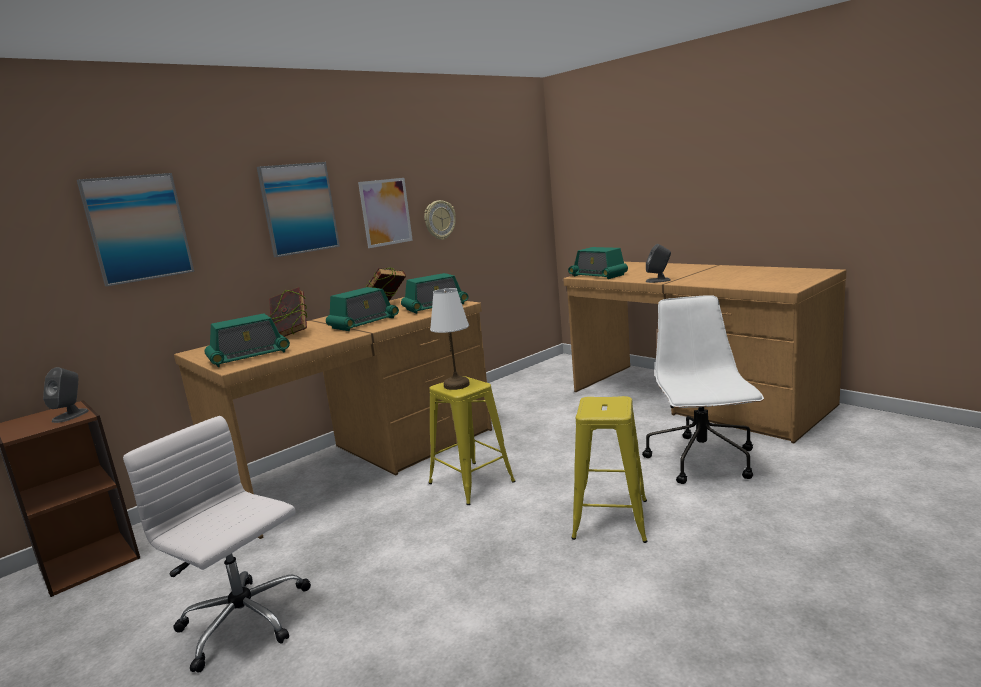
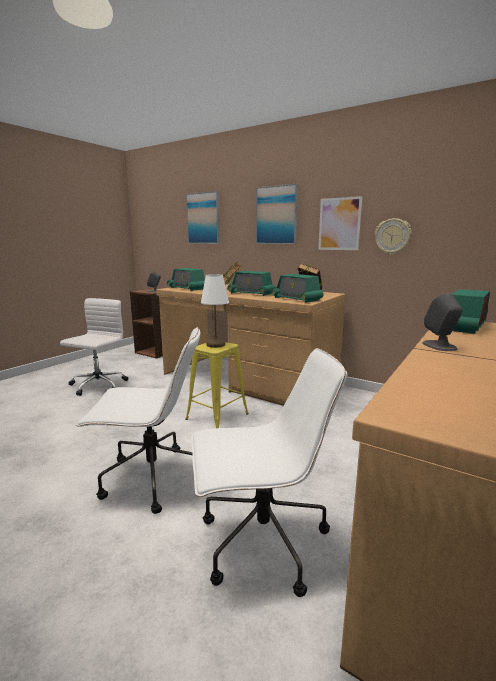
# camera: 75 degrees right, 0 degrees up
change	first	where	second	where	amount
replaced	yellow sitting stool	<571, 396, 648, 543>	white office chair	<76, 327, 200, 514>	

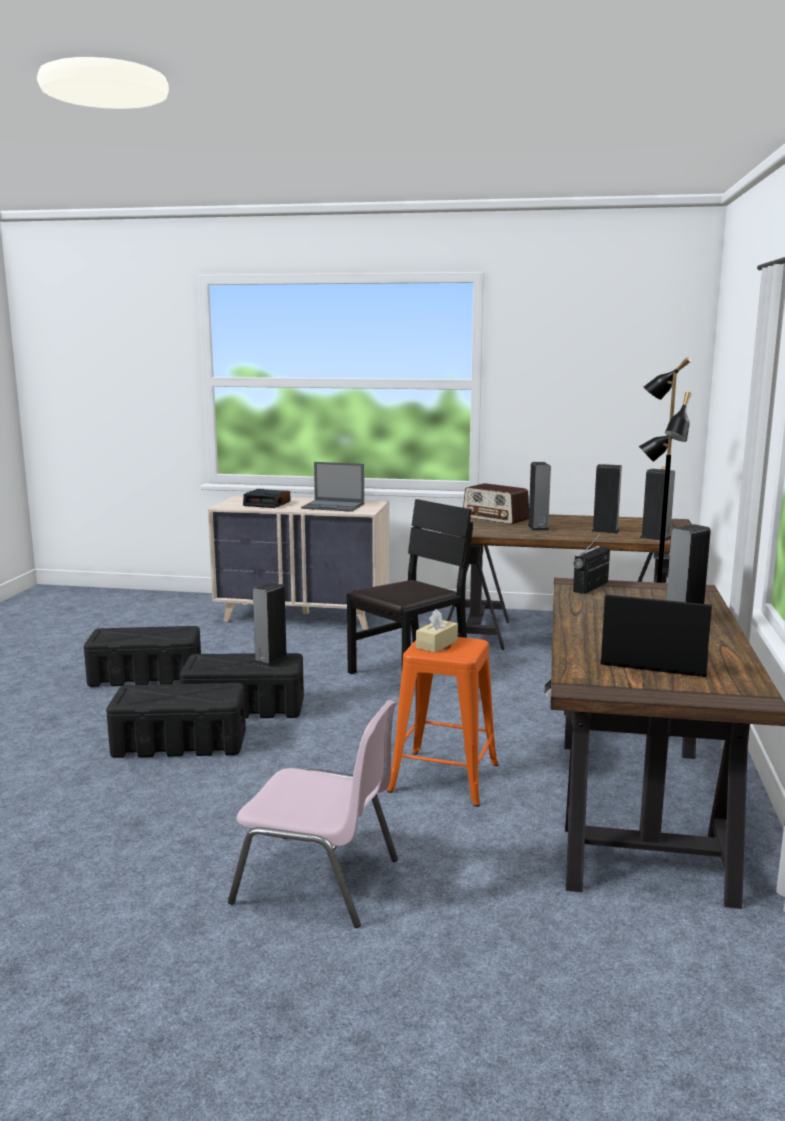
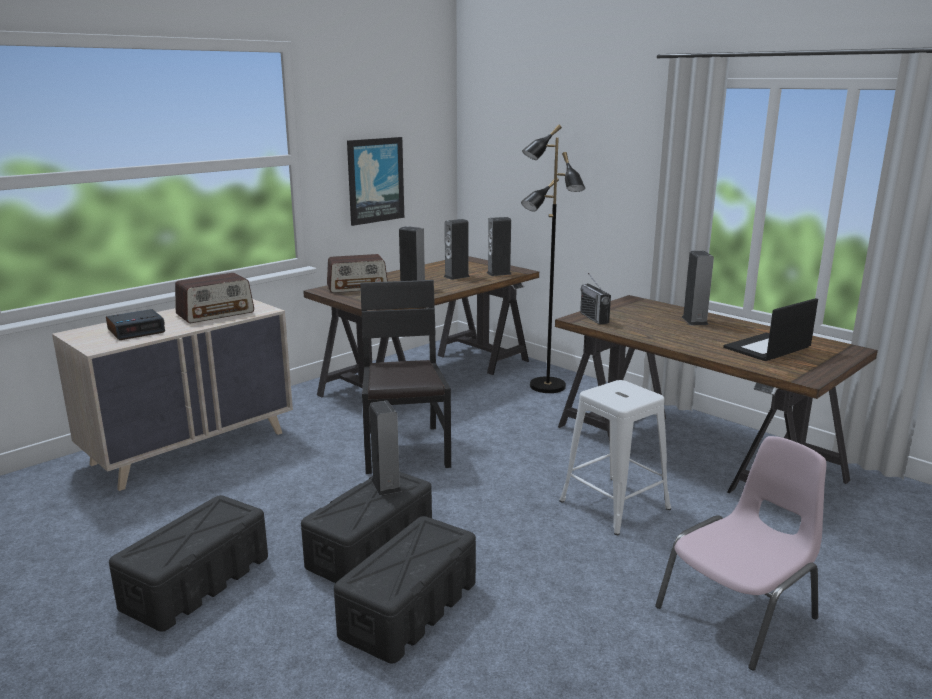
# camera: 55 degrees left, 5 degrees up
change	first	where	second	where	amount
replaced	portable computer	<301, 462, 364, 512>	radio	<175, 273, 254, 323>	
added			picture	<347, 137, 404, 226>	
recoloured	orange sitting stool	<387, 637, 498, 807>	white sitting stool	<559, 380, 671, 535>	
removed	beige tissue holder	<416, 609, 458, 653>			

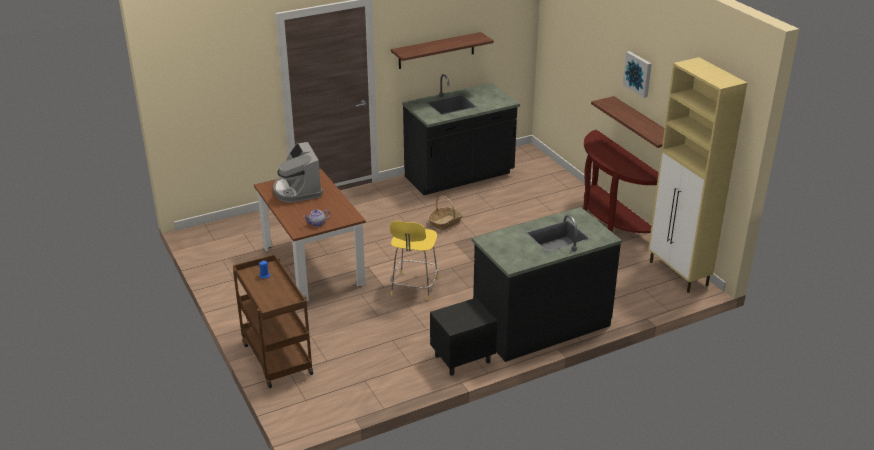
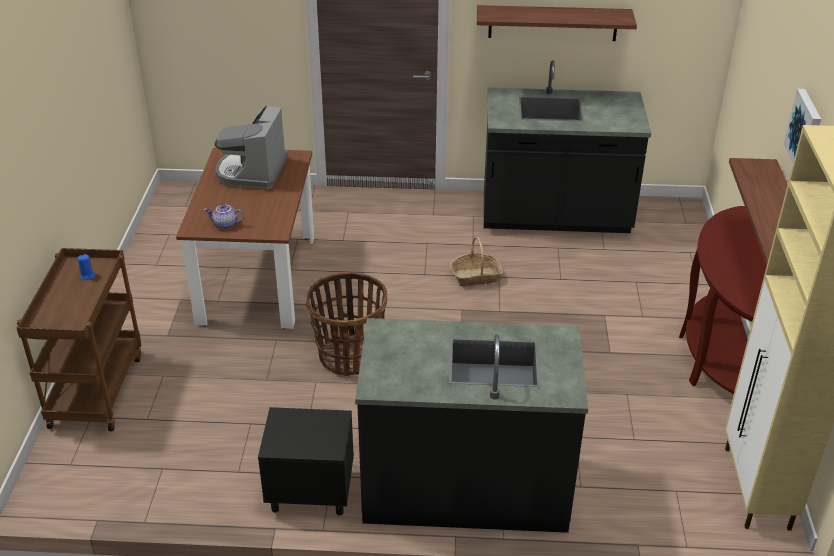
# camera: 30 degrees right, 5 degrees up
change	first	where	second	where	amount
replaced	yellow sitting stool	<390, 221, 438, 300>	basket	<306, 272, 387, 376>	

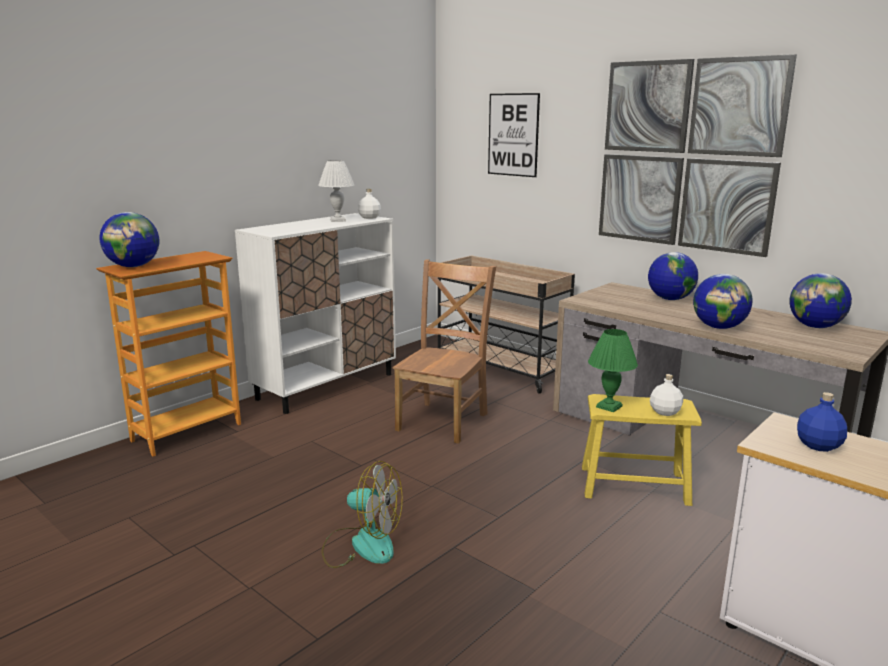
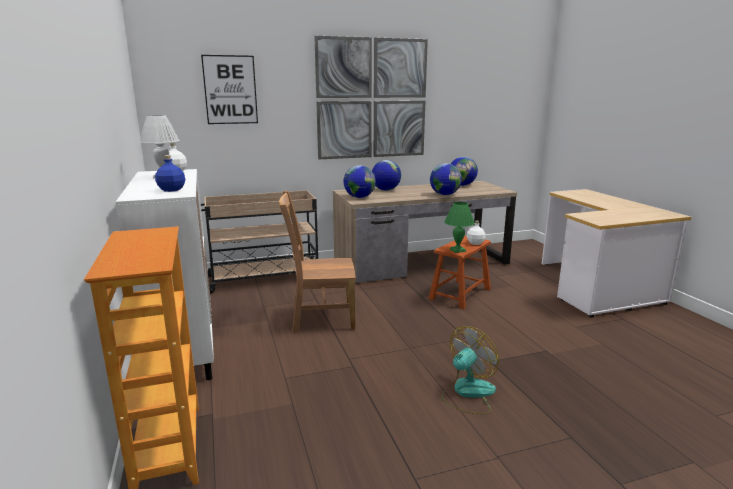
# camera: 60 degrees left, 0 degrees up
change	first	where	second	where	amount
moved	blue bottle	<797, 392, 847, 452>		<155, 155, 185, 192>	
turned	brown-coloured upright chair	<393, 259, 496, 444>		<279, 191, 356, 333>	60 degrees counterclockwise
moved	desk globe	<99, 212, 159, 267>		<343, 165, 376, 198>	
recoloured	yellow sitting stool	<582, 394, 702, 506>	brown-coloured sitting stool	<428, 236, 491, 309>	

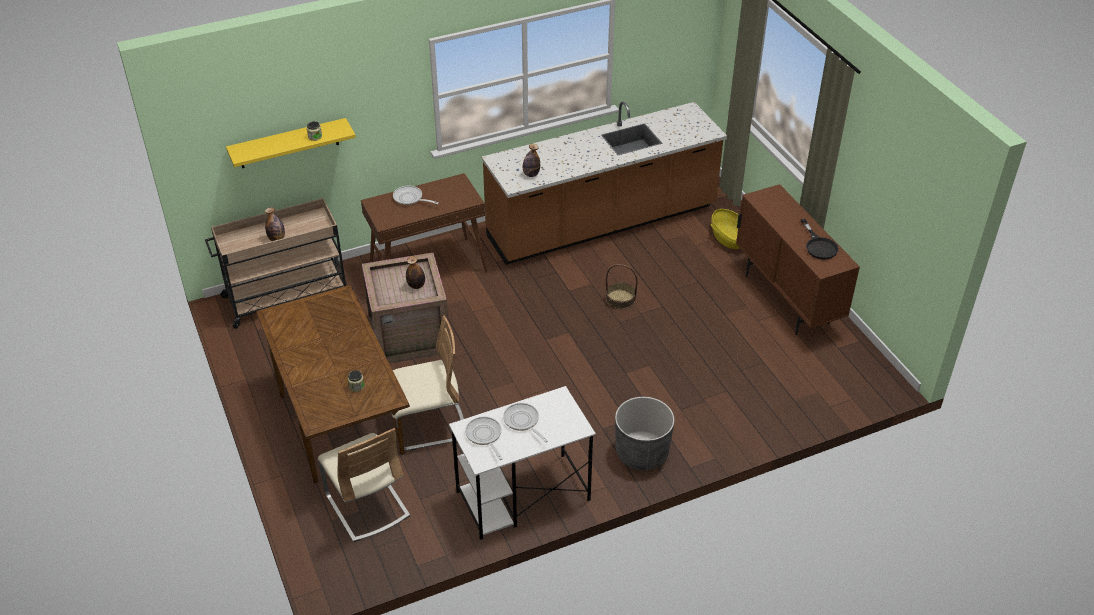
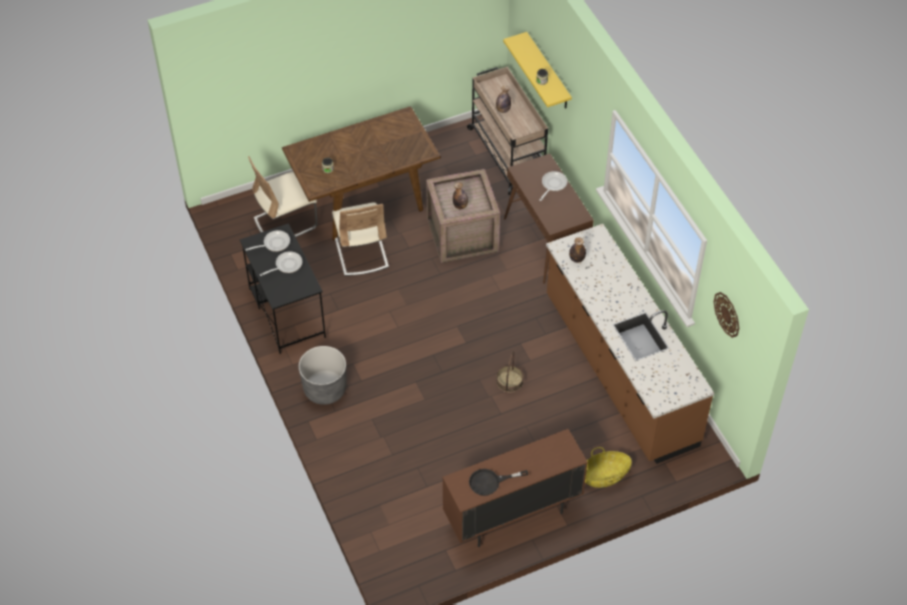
# camera: 90 degrees right, 10 degrees up
change	first	where	second	where	amount
recoloured	white desk unit	<449, 386, 596, 540>	blackish desk unit	<240, 223, 326, 354>	
added			hanging clock	<714, 292, 739, 338>	

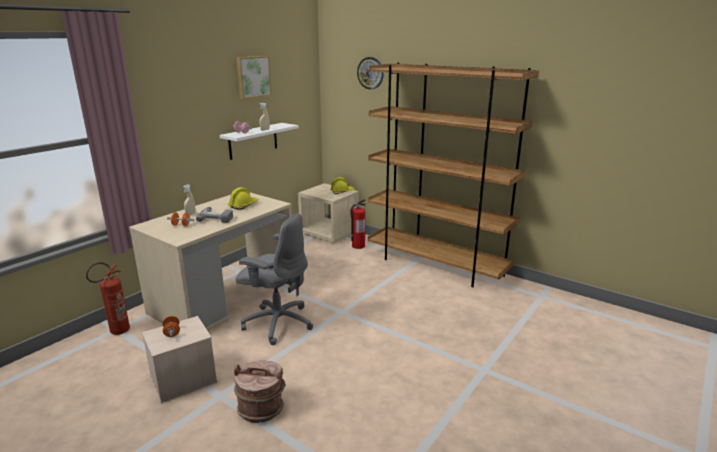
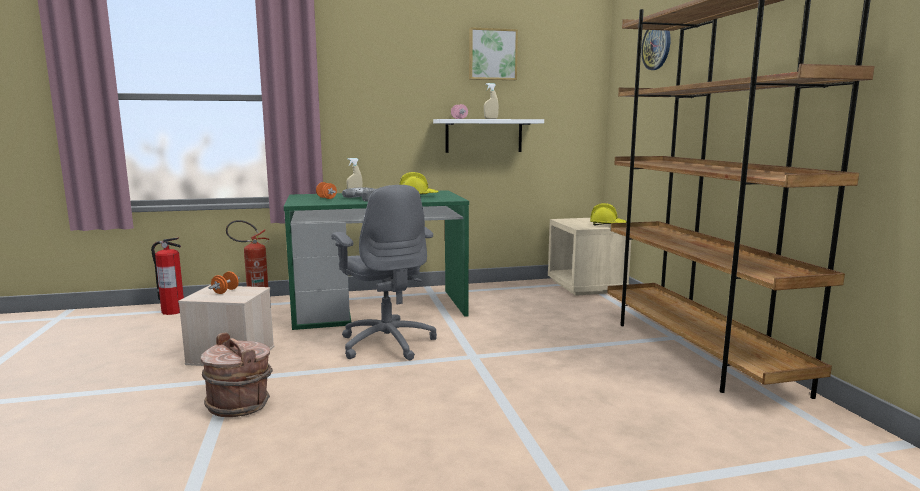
# camera: 40 degrees right, 10 degrees down
change	first	where	second	where	amount
moved	fire-fighting cylinder	<350, 199, 366, 249>		<151, 237, 184, 315>	
recoloured	beige desk unit	<129, 192, 292, 331>	greenish desk unit	<284, 190, 469, 330>	

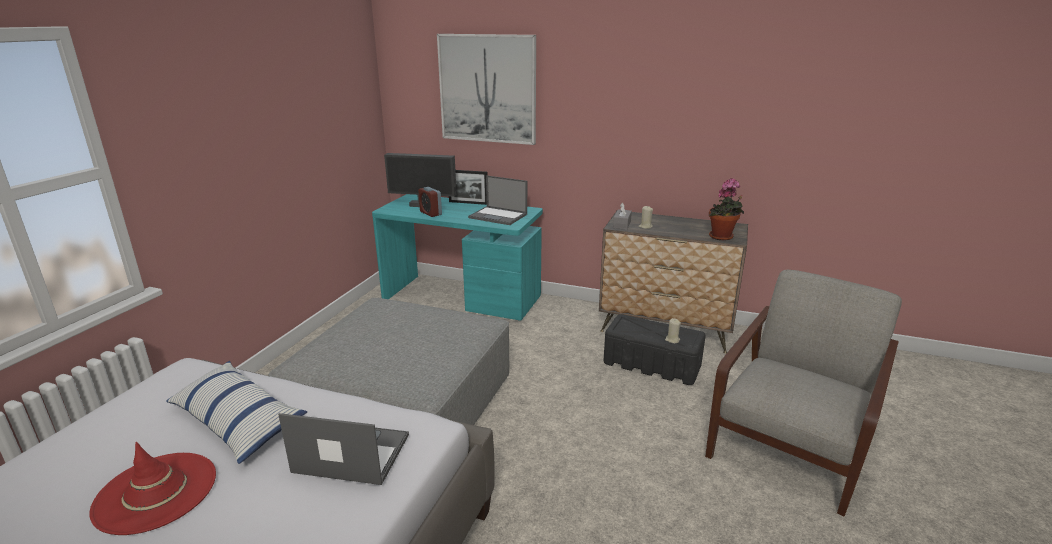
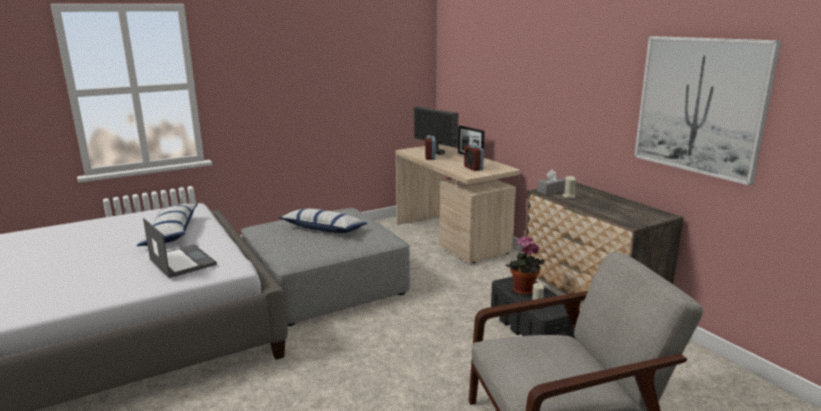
# camera: 40 degrees right, 5 degrees down
change	first	where	second	where	amount
added			pillow	<279, 208, 367, 233>	
recoloured	turquoise desk unit	<372, 194, 543, 320>	beige desk unit	<396, 144, 520, 263>	
replaced	portable computer	<468, 175, 527, 225>	alarm clock	<464, 144, 484, 171>	
moved	plant in a pot	<709, 178, 744, 241>		<506, 236, 545, 295>	
moved	picture	<437, 34, 536, 145>		<634, 36, 781, 185>	
removed	reddish clothing hat	<89, 442, 216, 535>			

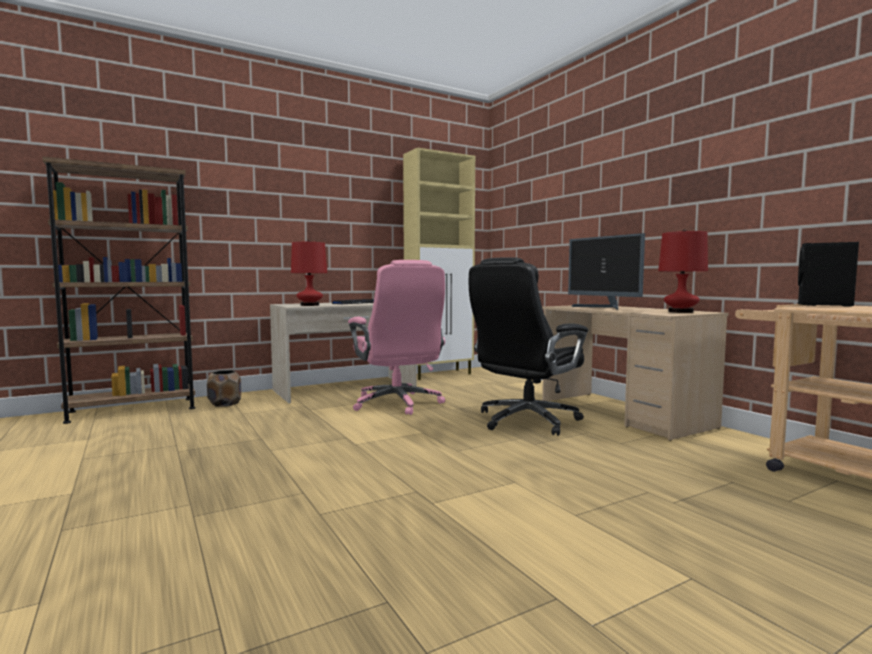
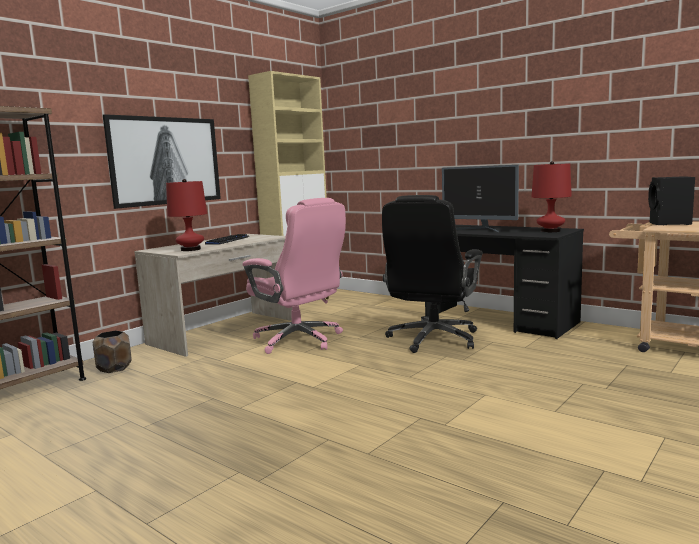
# camera: 20 degrees left, 5 degrees up
change	first	where	second	where	amount
added			picture	<103, 114, 221, 209>	
recoloured	beige desk unit	<542, 305, 729, 441>	blackish desk unit	<425, 225, 584, 339>	

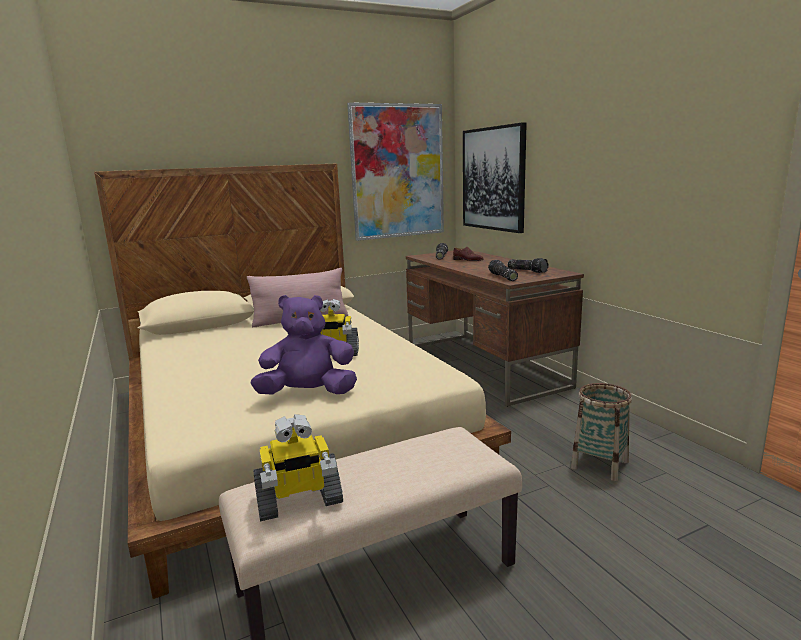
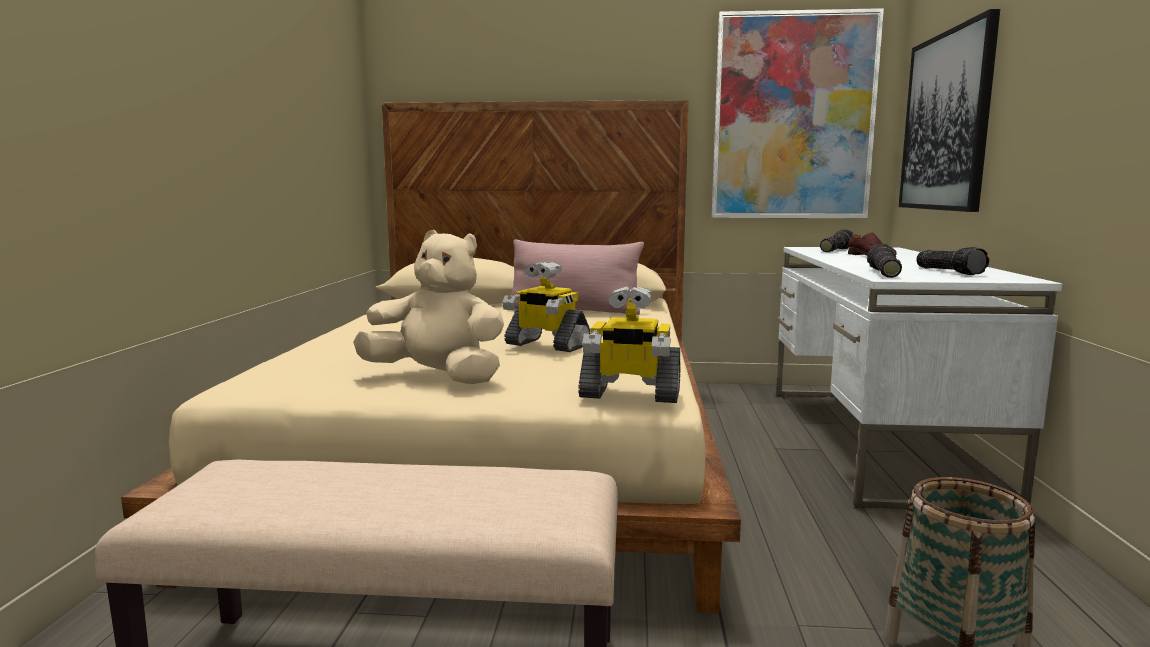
# camera: 30 degrees right, 5 degrees down
change	first	where	second	where	amount
recoloured	purplish cuddly toy	<251, 295, 357, 395>	beige cuddly toy	<353, 230, 504, 384>	
moved	toy robot	<253, 414, 343, 521>		<578, 286, 680, 403>	
recoloured	brown-coloured desk unit	<406, 251, 584, 407>	white desk unit	<776, 247, 1062, 509>	

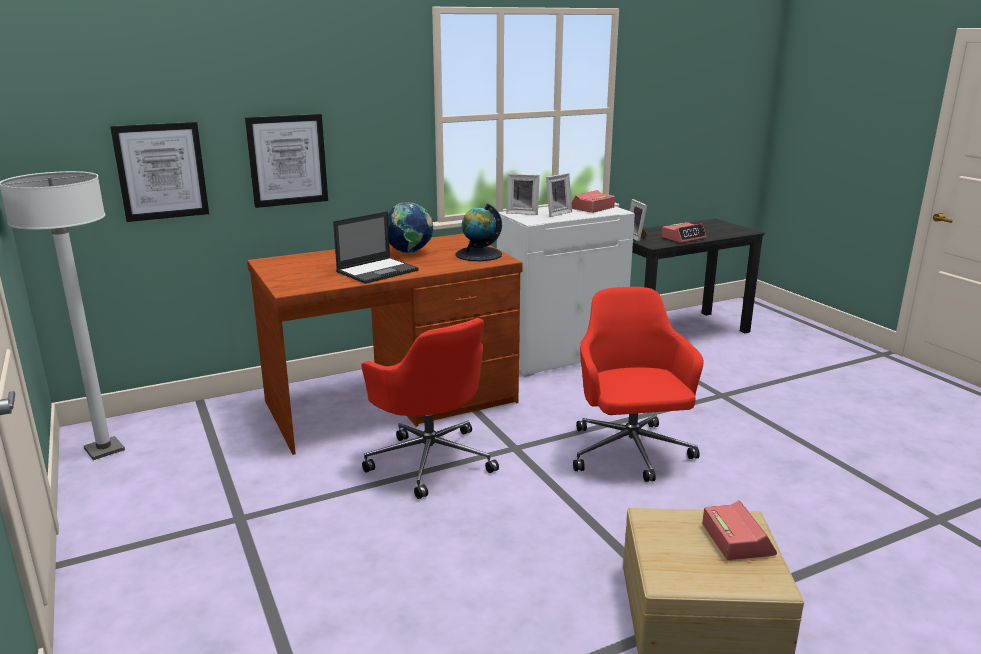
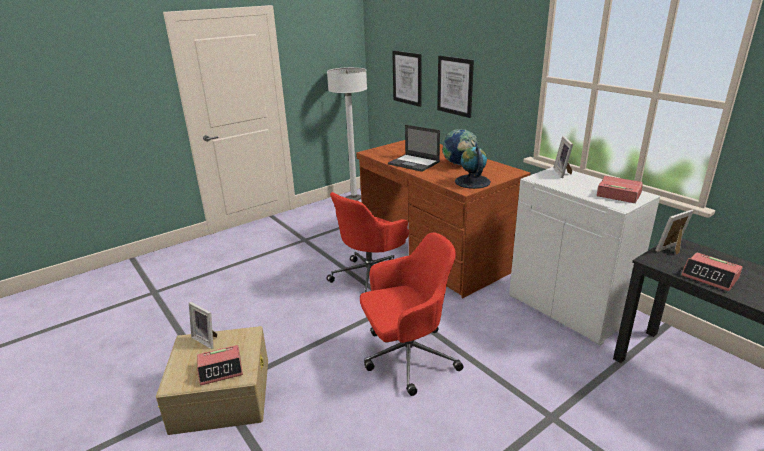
# camera: 80 degrees right, 5 degrees up
change	first	where	second	where	amount
moved	standing frame	<546, 173, 572, 217>		<189, 302, 217, 349>	

